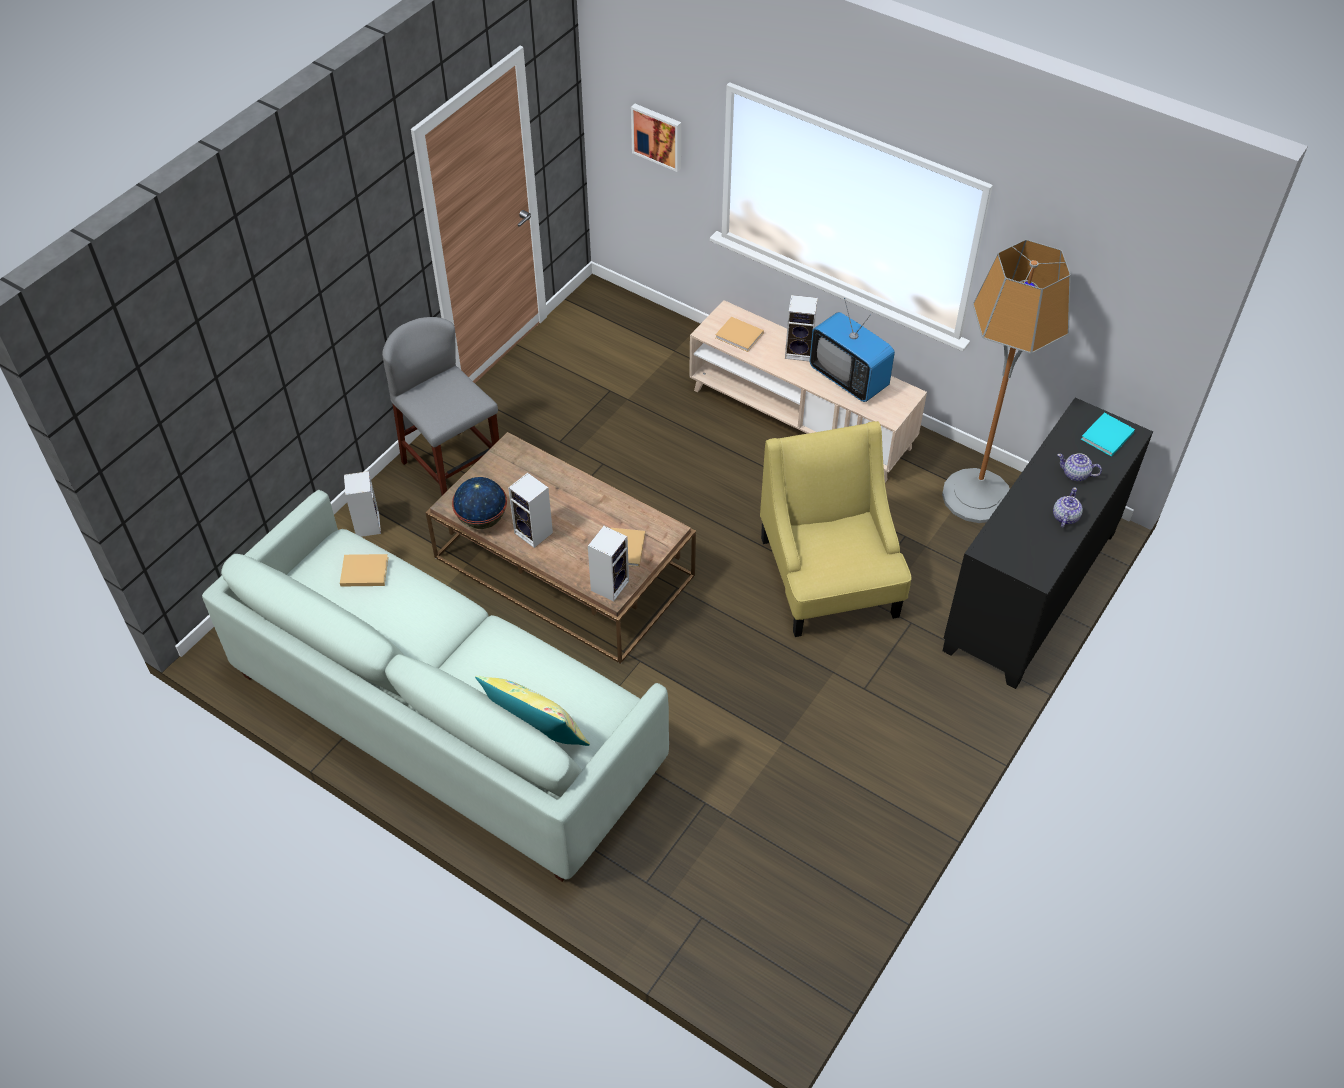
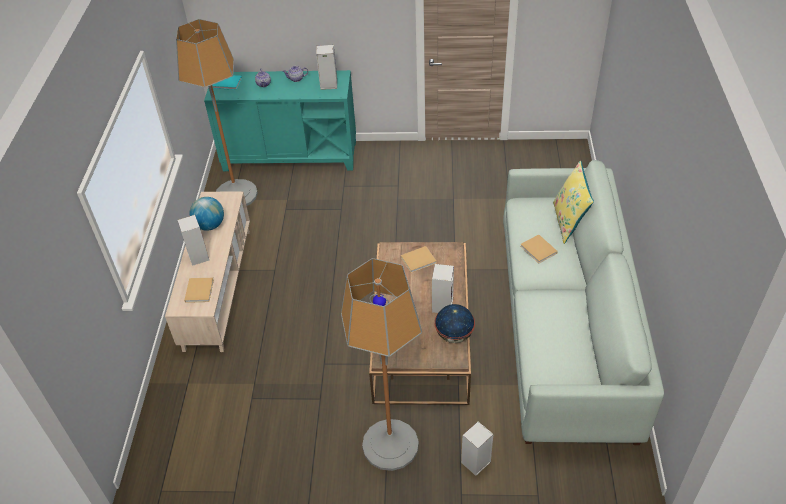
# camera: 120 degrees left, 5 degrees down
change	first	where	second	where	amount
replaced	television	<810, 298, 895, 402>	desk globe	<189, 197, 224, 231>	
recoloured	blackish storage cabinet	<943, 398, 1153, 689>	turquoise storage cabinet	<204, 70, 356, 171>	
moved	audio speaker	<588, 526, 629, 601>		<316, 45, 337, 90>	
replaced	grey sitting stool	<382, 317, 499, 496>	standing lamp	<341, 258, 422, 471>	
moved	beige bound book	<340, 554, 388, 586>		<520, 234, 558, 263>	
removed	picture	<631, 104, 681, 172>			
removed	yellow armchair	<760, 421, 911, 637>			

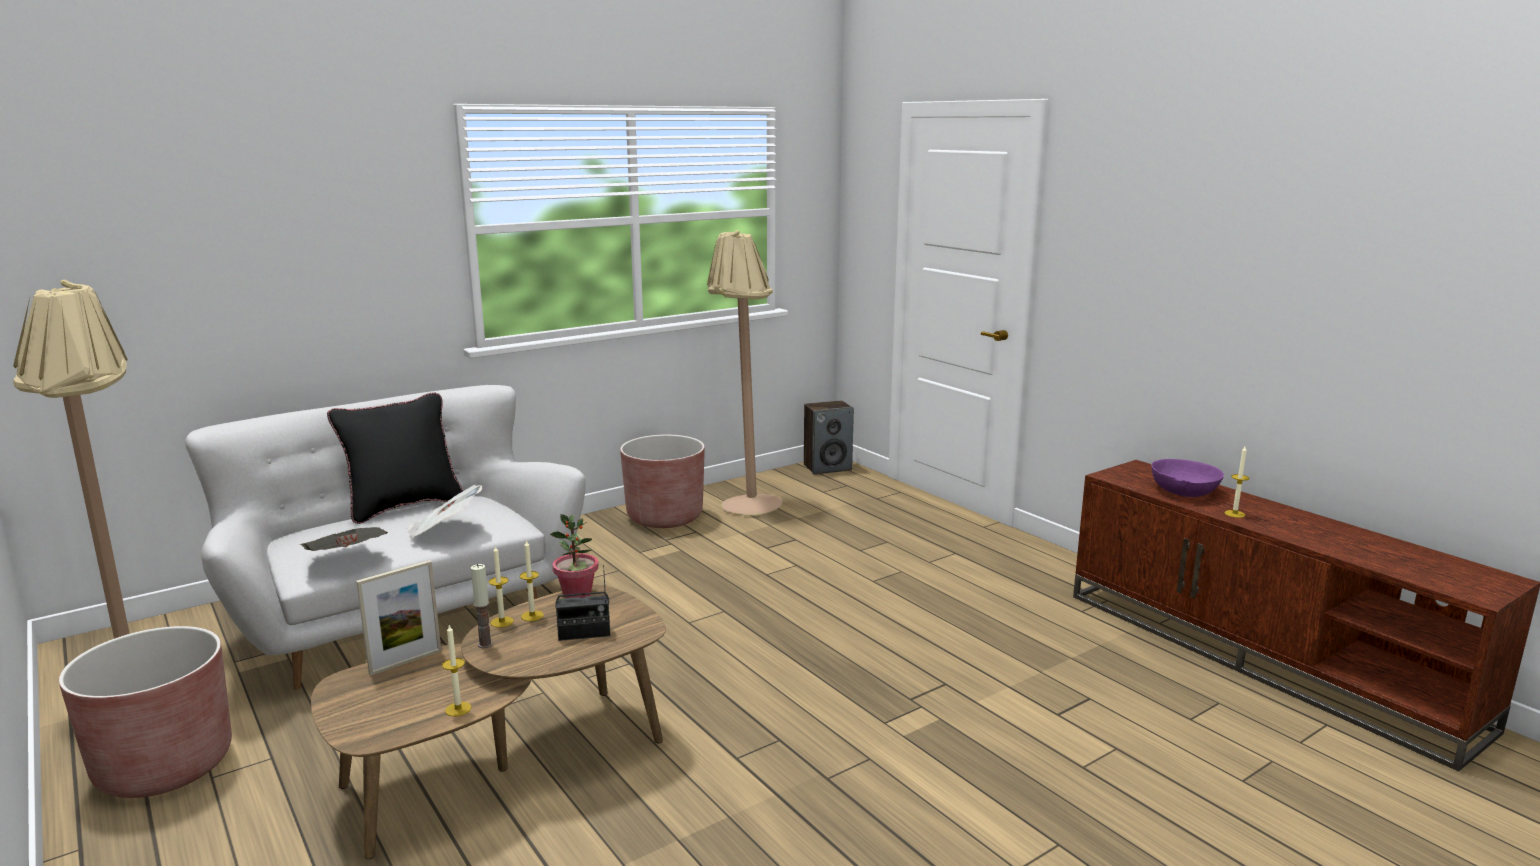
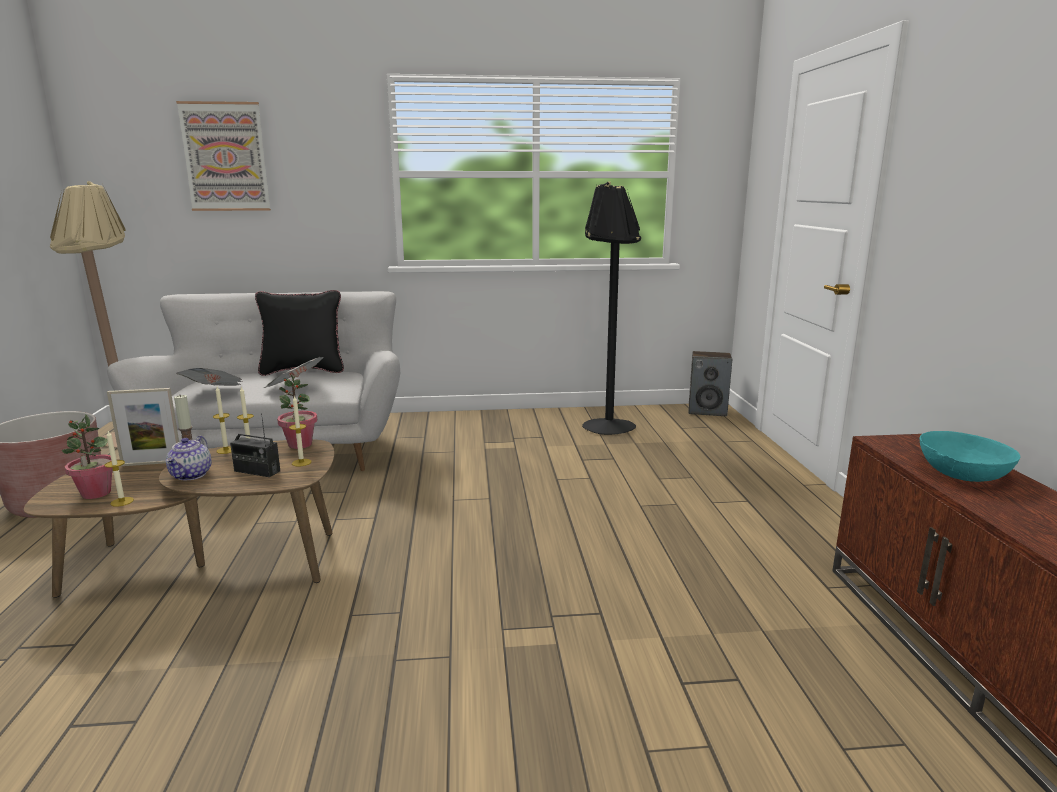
# camera: 30 degrees right, 0 degrees up
change	first	where	second	where	amount
added			plant in a pot	<62, 414, 112, 499>	
added			tea pot	<166, 436, 211, 480>	
added			picture	<176, 101, 271, 211>	
moved	candle	<1225, 446, 1249, 518>		<289, 395, 312, 467>	
recoloured	beige standing lamp	<707, 230, 783, 516>	blackish standing lamp	<582, 181, 641, 435>	
recoloured	purplish bowl	<1151, 459, 1224, 497>	turquoise bowl	<920, 431, 1020, 482>	
removed	brown-coloured planter	<620, 435, 705, 528>			

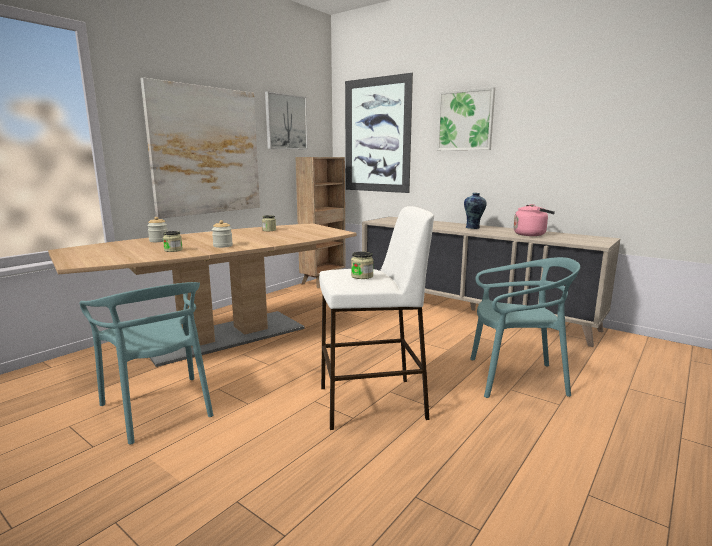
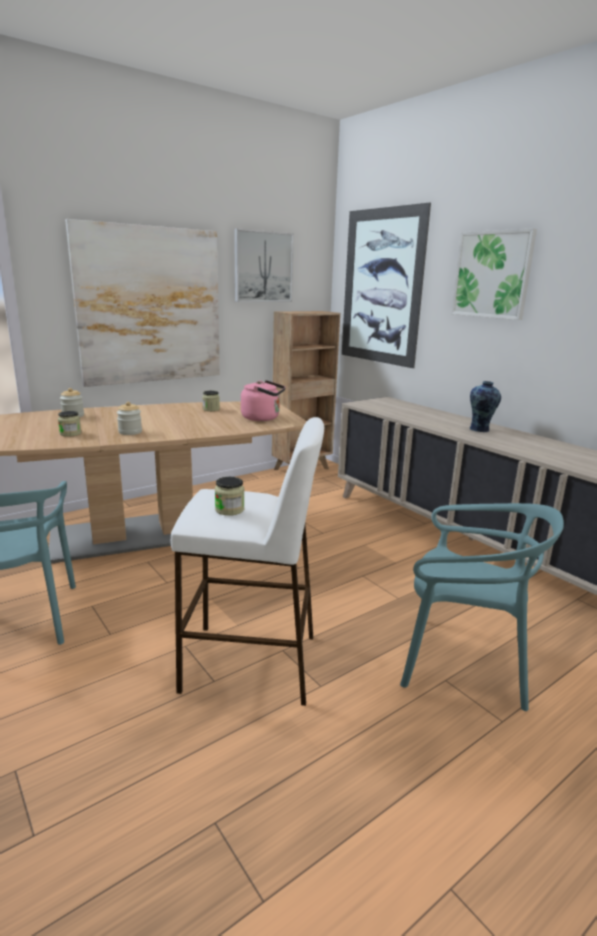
# camera: 15 degrees right, 5 degrees up
change	first	where	second	where	amount
moved	pink tea kettle	<514, 204, 555, 236>		<241, 380, 286, 421>	

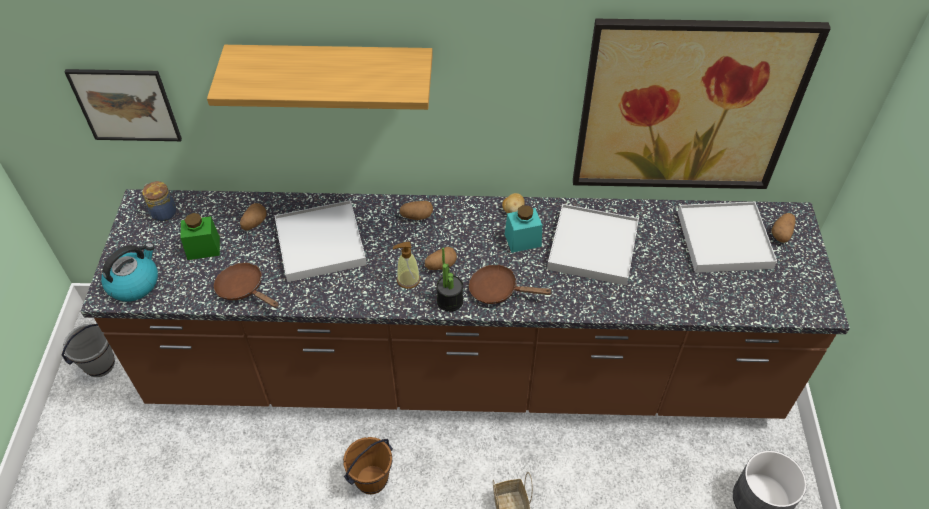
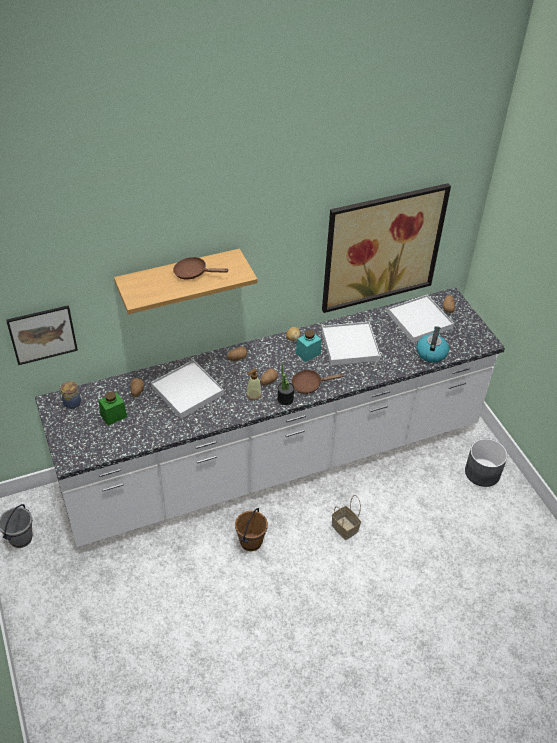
# camera: 25 degrees left, 5 degrees down
change	first	where	second	where	amount
recoloured	brown-coloured kitchen base unit	<81, 189, 850, 419>	white kitchen base unit	<35, 287, 505, 547>	
moved	brown-coloured frying pan	<214, 263, 279, 308>		<173, 257, 228, 280>	
moved	tea kettle	<101, 243, 158, 302>		<416, 326, 449, 363>	

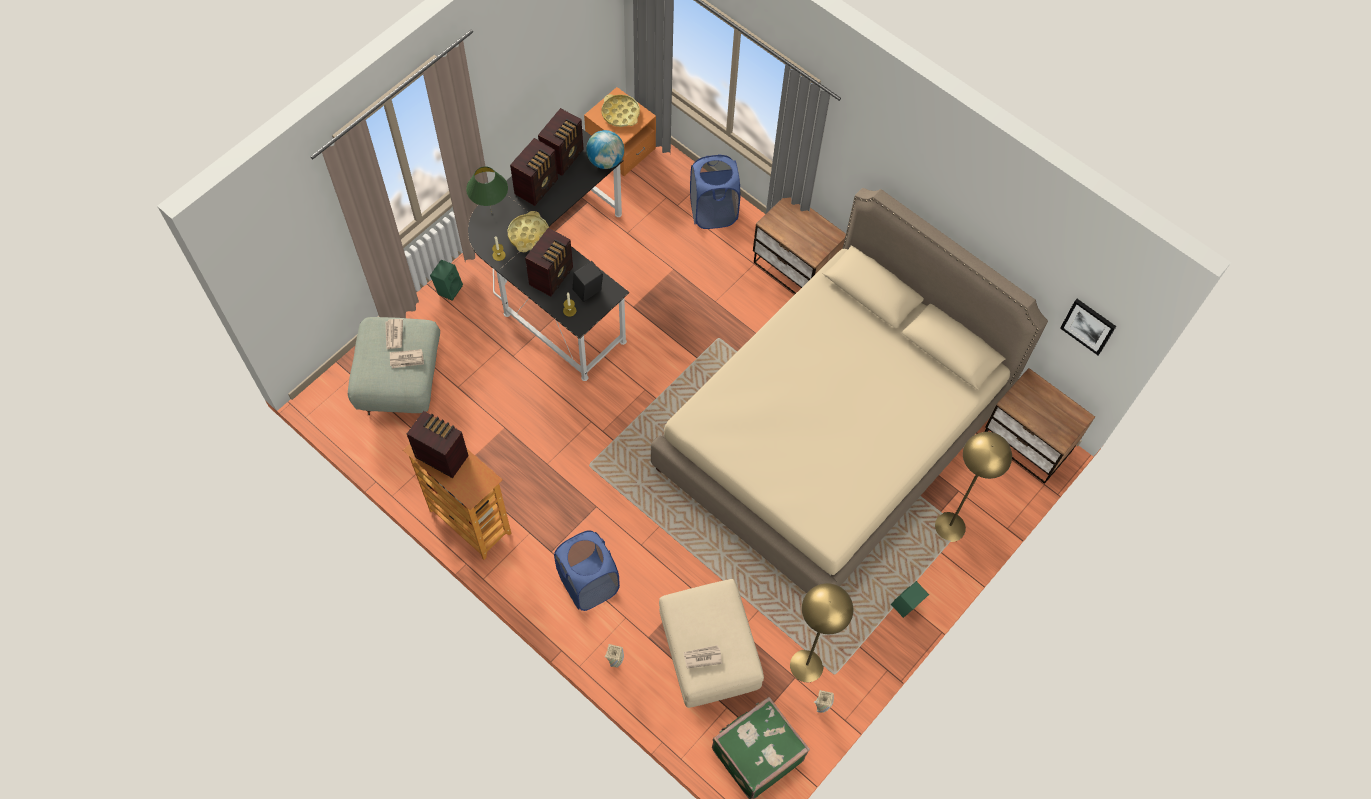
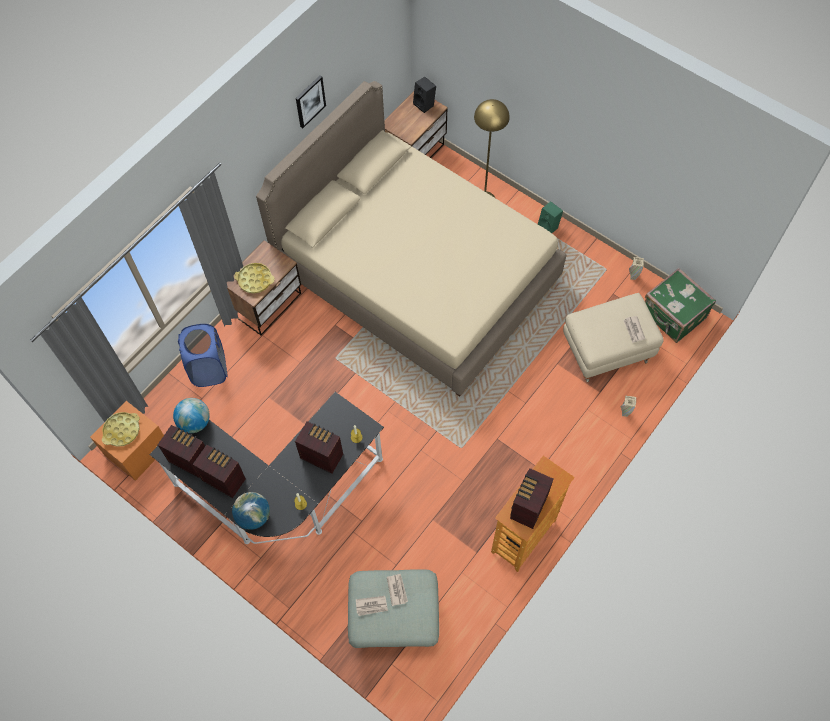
# camera: 90 degrees left, 0 degrees up
change	first	where	second	where	amount
replaced	greenish tabletop lamp	<466, 166, 508, 213>	desk globe	<232, 492, 270, 530>	
moved	yellow carrying tray	<507, 211, 549, 252>		<234, 263, 275, 294>	
moved	picture	<1060, 299, 1117, 355>		<296, 76, 326, 128>	
moved	blackish audio speaker	<573, 261, 603, 302>		<413, 77, 436, 113>	
removed	greenish audio speaker	<430, 260, 463, 301>			
removed	blue laundry basket	<554, 530, 620, 611>			
removed	yellow standing lamp	<790, 583, 853, 682>			

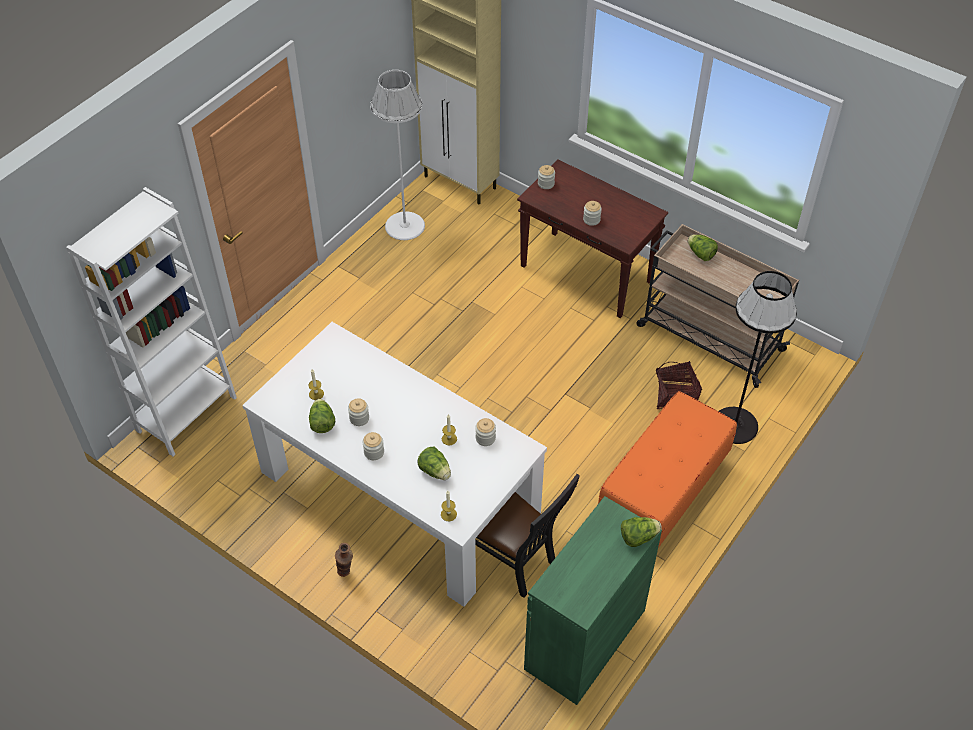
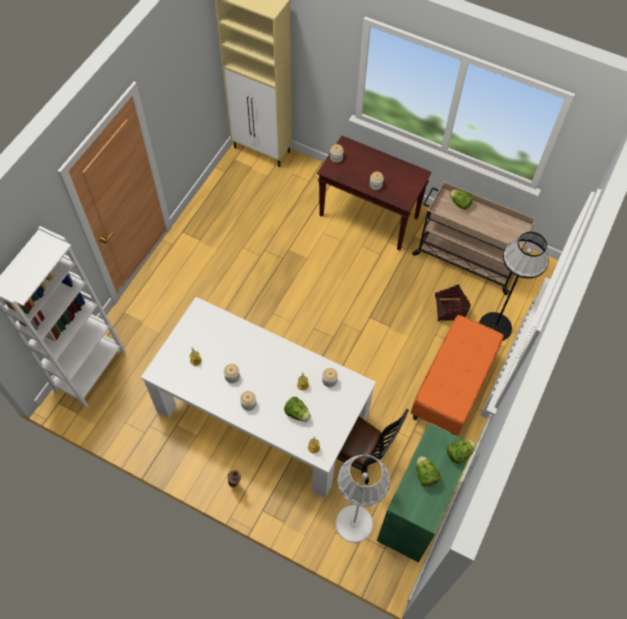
# camera: 10 degrees left, 10 degrees up
change	first	where	second	where	amount
moved	white standing lamp	<370, 70, 425, 240>		<335, 455, 390, 543>	
moved	head of lettuce	<309, 399, 335, 433>		<416, 456, 440, 487>	

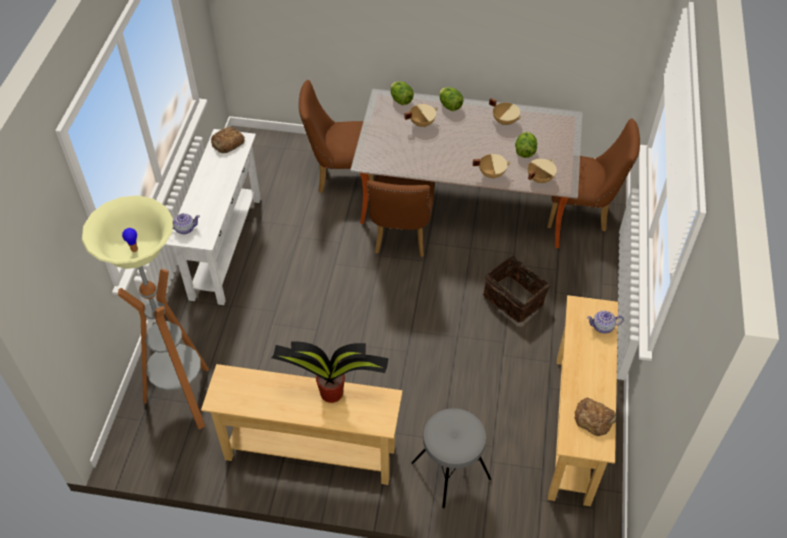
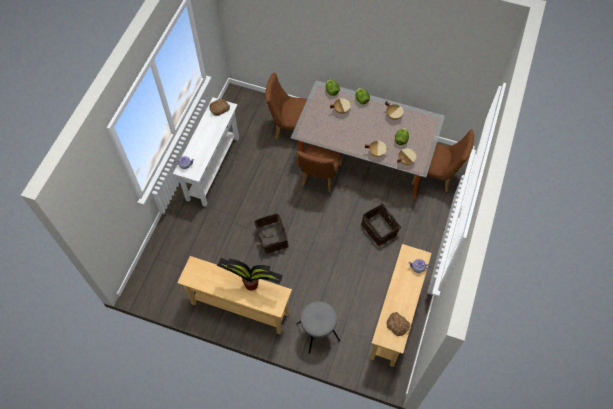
# camera: 10 degrees right, 10 degrees up
change	first	where	second	where	amount
added			basket	<255, 213, 288, 254>	
removed	standing lamp	<82, 195, 209, 430>			

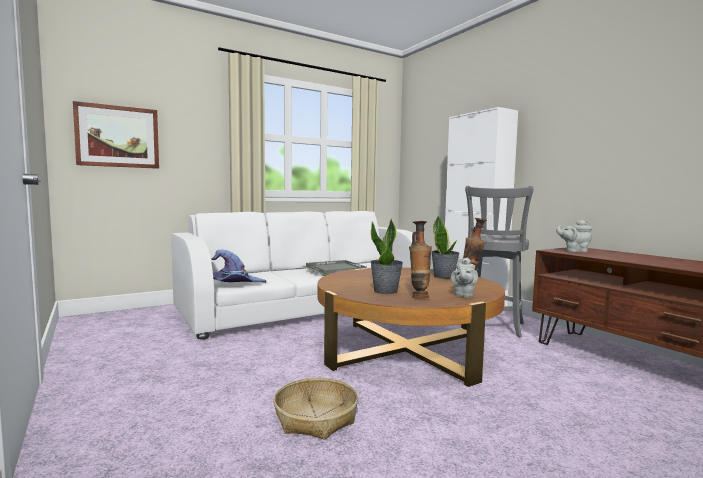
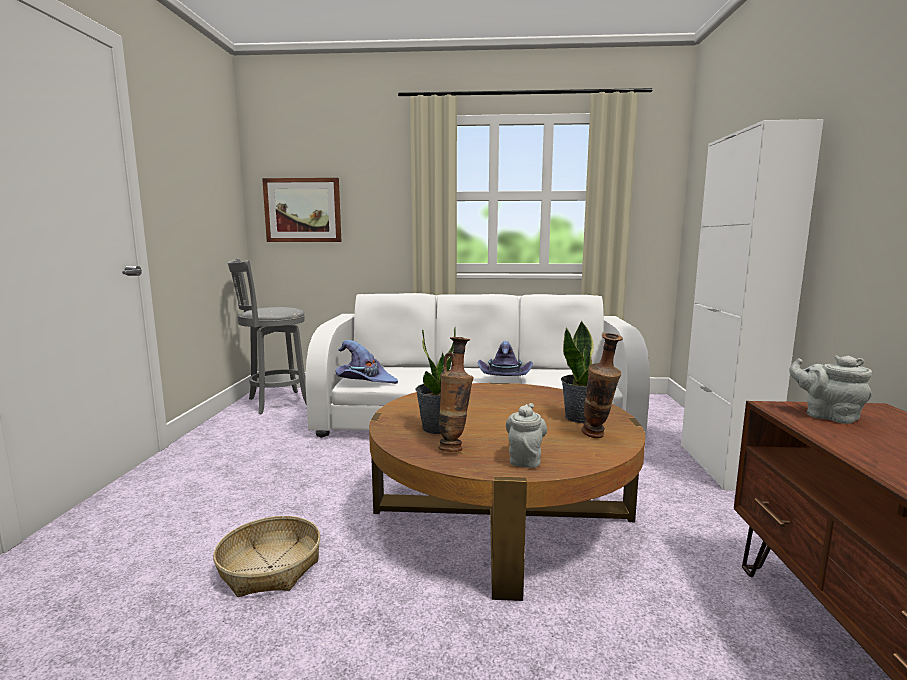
# camera: 35 degrees right, 5 degrees up
change	first	where	second	where	amount
moved	grey sitting stool	<465, 186, 534, 337>		<228, 258, 307, 414>	
replaced	grey carrying tray	<303, 260, 367, 276>	purplish clothing hat	<478, 341, 533, 376>	
turned	grey tea pot	<451, 258, 478, 298>		<506, 403, 547, 468>	135 degrees clockwise

